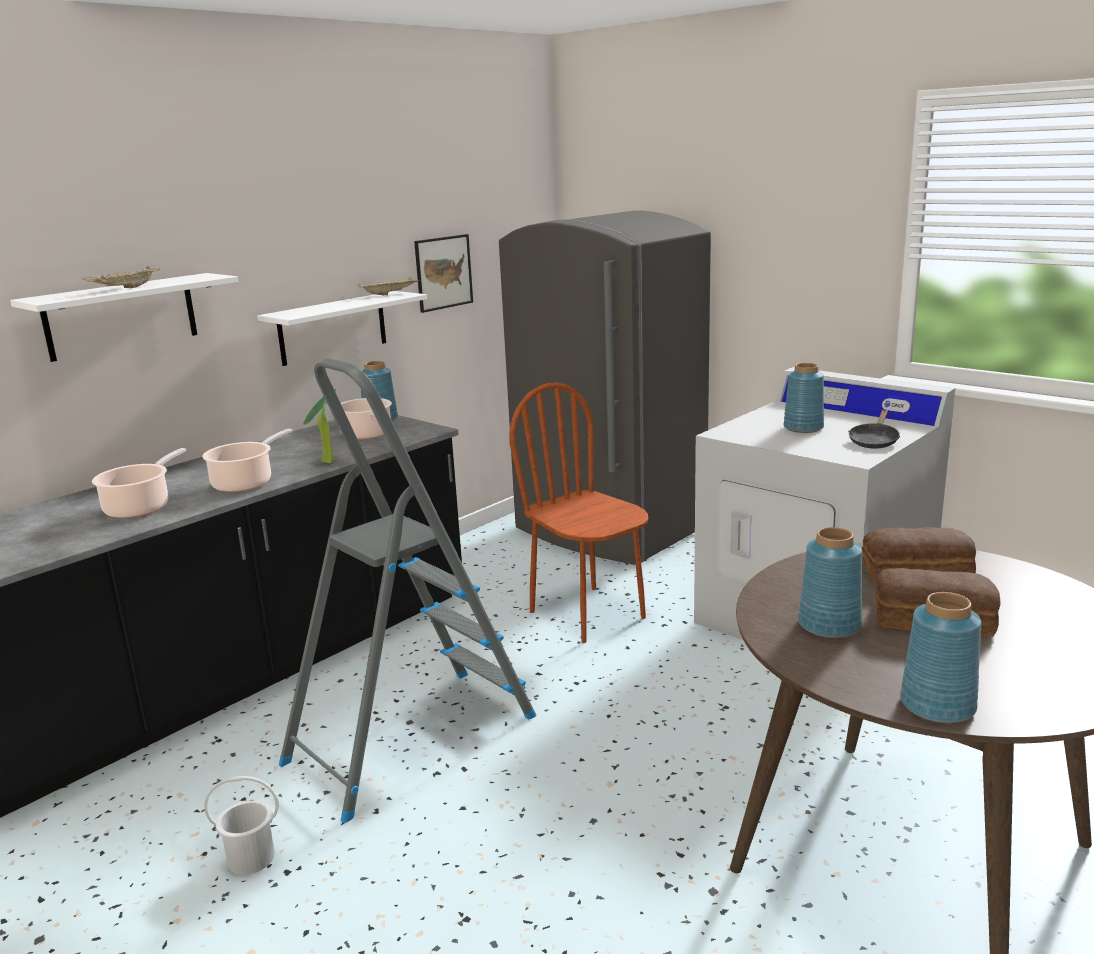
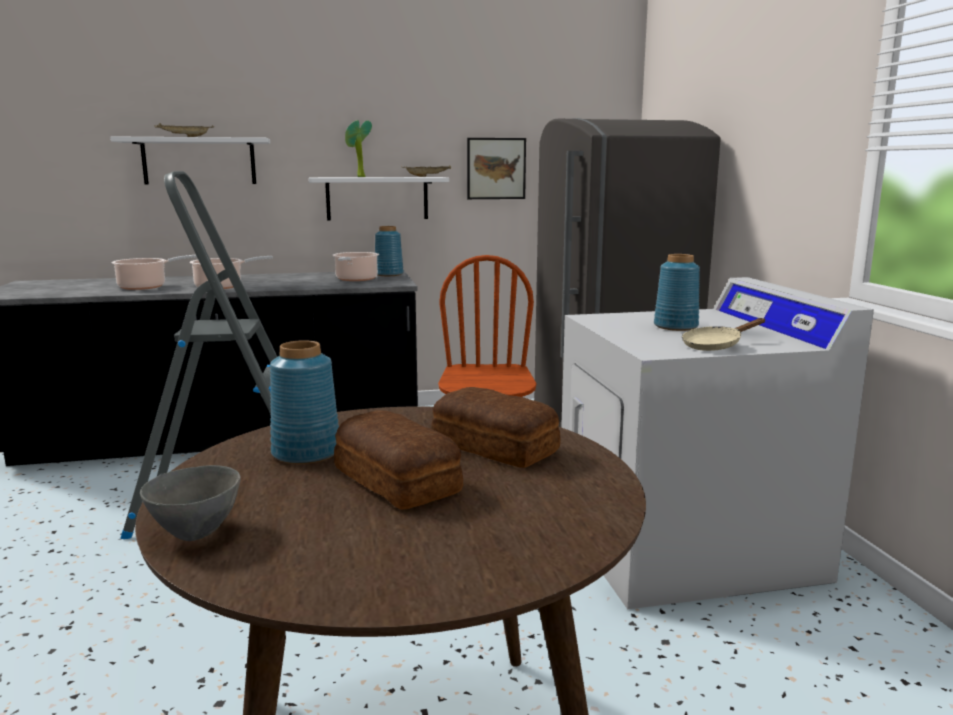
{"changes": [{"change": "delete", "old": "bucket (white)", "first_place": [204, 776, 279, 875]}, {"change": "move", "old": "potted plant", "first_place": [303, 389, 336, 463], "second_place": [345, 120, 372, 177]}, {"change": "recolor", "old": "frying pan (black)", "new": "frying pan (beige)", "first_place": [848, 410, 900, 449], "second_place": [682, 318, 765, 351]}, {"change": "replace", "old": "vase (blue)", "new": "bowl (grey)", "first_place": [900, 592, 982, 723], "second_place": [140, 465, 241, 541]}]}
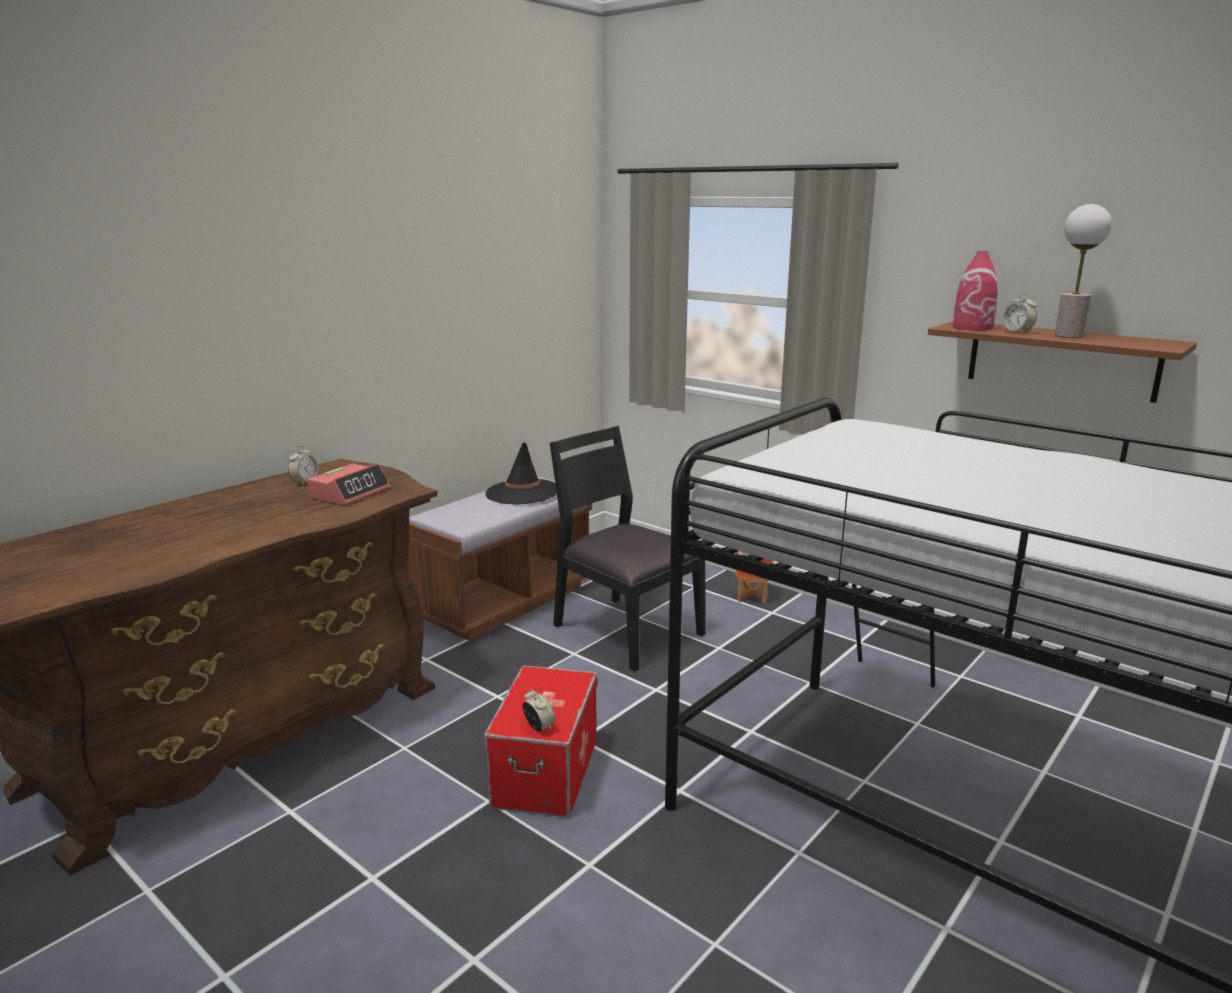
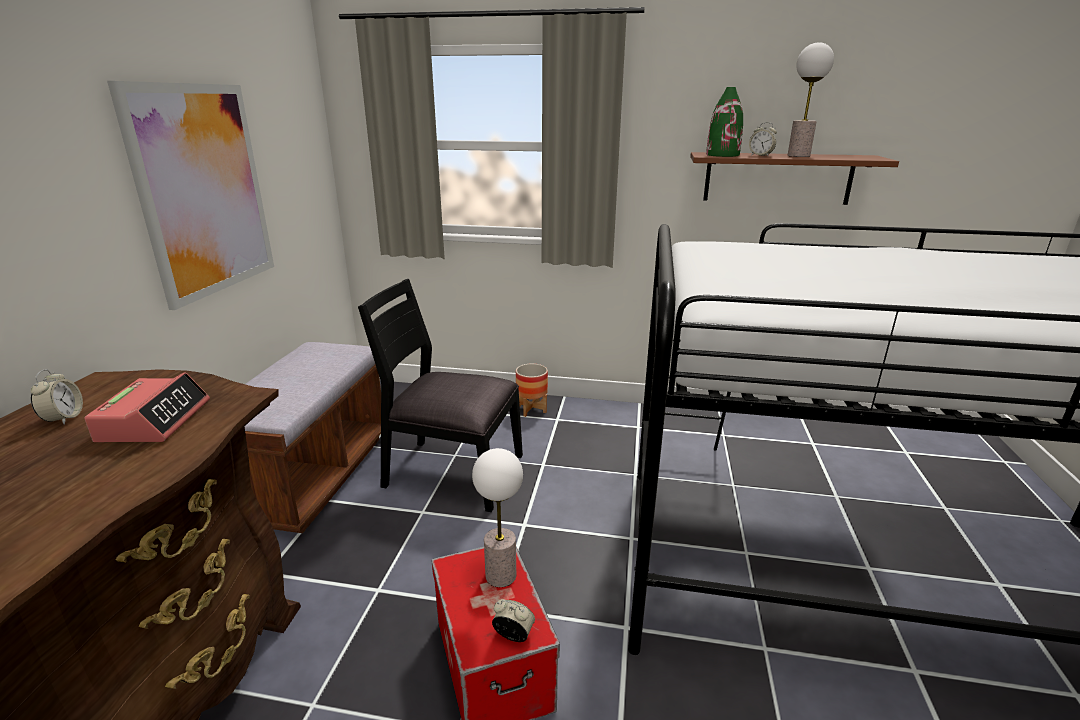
{"changes": [{"change": "delete", "old": "hat (black)", "first_place": [485, 442, 557, 505]}, {"change": "recolor", "old": "vase (red)", "new": "vase (green)", "first_place": [953, 251, 998, 331], "second_place": [706, 87, 743, 157]}, {"change": "insert", "new": "picture", "second_place": [107, 81, 274, 310]}, {"change": "insert", "new": "table lamp", "second_place": [472, 448, 523, 587]}]}
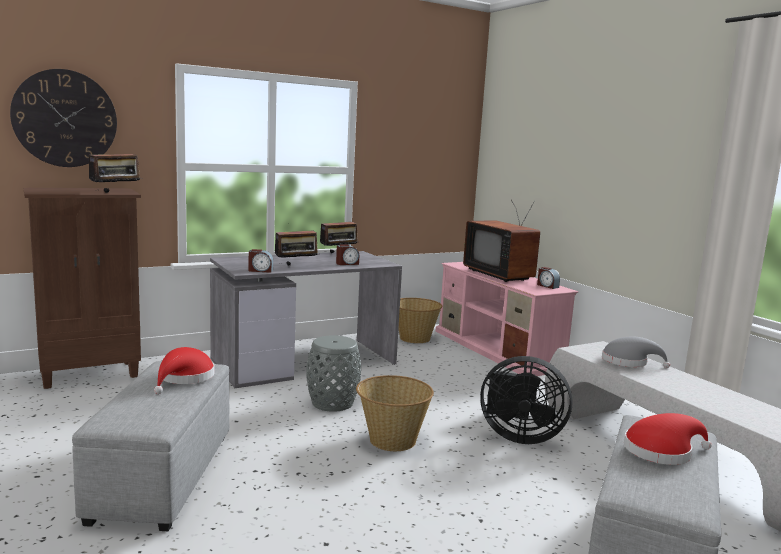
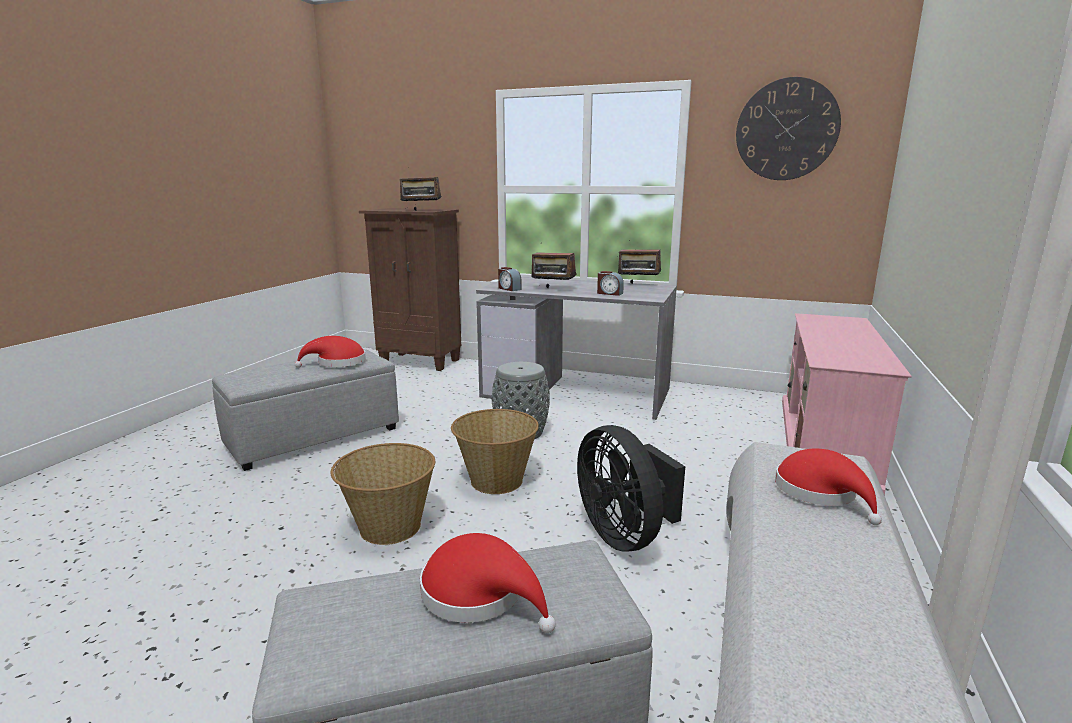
{"changes": [{"change": "move", "old": "wall clock", "first_place": [10, 69, 117, 167], "second_place": [736, 77, 841, 180]}, {"change": "move", "old": "basket", "first_place": [398, 298, 442, 343], "second_place": [330, 443, 435, 545]}, {"change": "delete", "old": "television", "first_place": [463, 200, 540, 282]}, {"change": "delete", "old": "alarm clock", "first_place": [537, 267, 560, 289]}, {"change": "recolor", "old": "hat (grey)", "new": "hat (red)", "first_place": [602, 336, 670, 368], "second_place": [775, 448, 882, 525]}]}
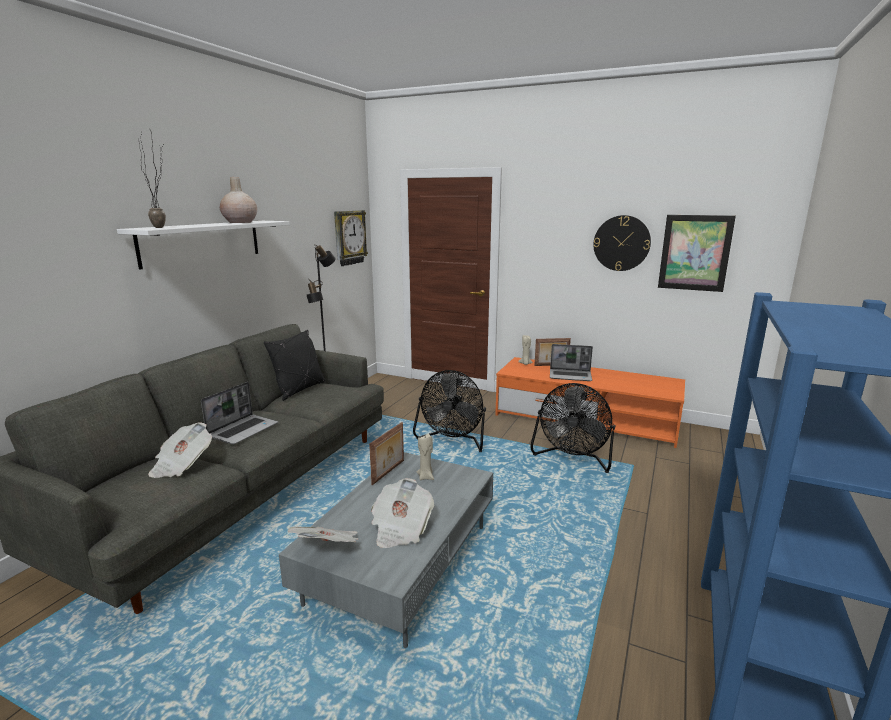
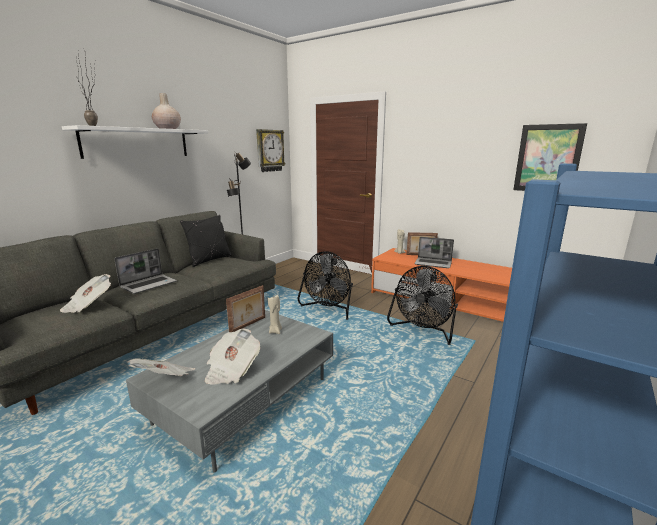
{"changes": [{"change": "delete", "old": "wall clock", "first_place": [593, 215, 651, 271]}]}
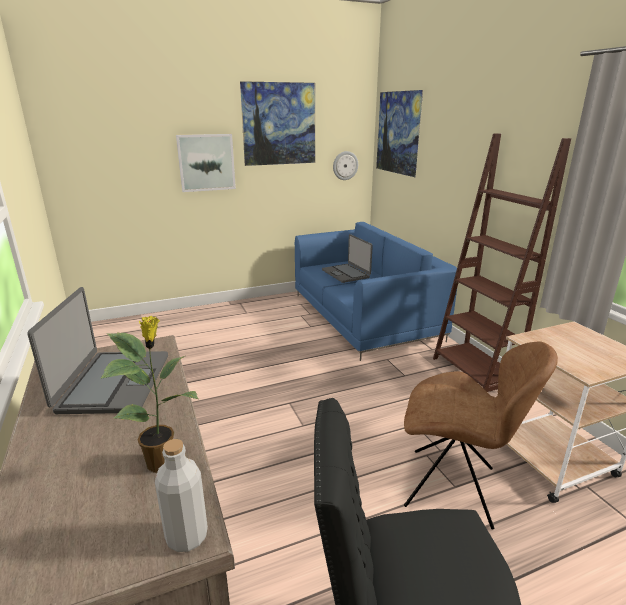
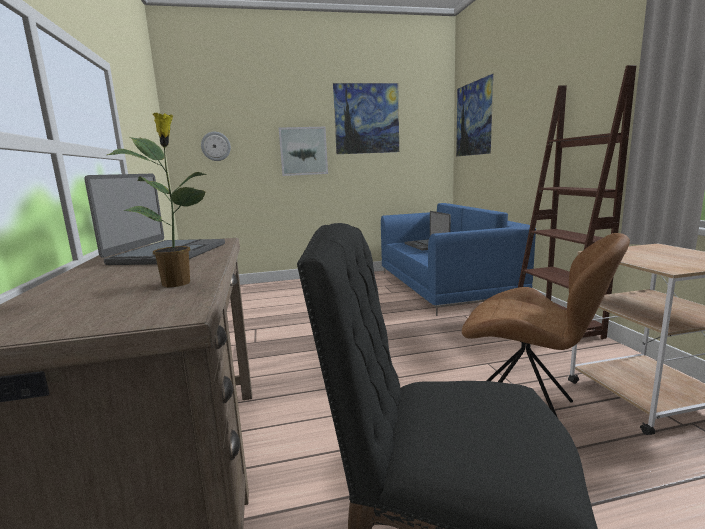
{"changes": [{"change": "delete", "old": "bottle (grey)", "first_place": [155, 439, 208, 552]}, {"change": "move", "old": "wall clock", "first_place": [333, 151, 358, 180], "second_place": [201, 132, 231, 161]}]}
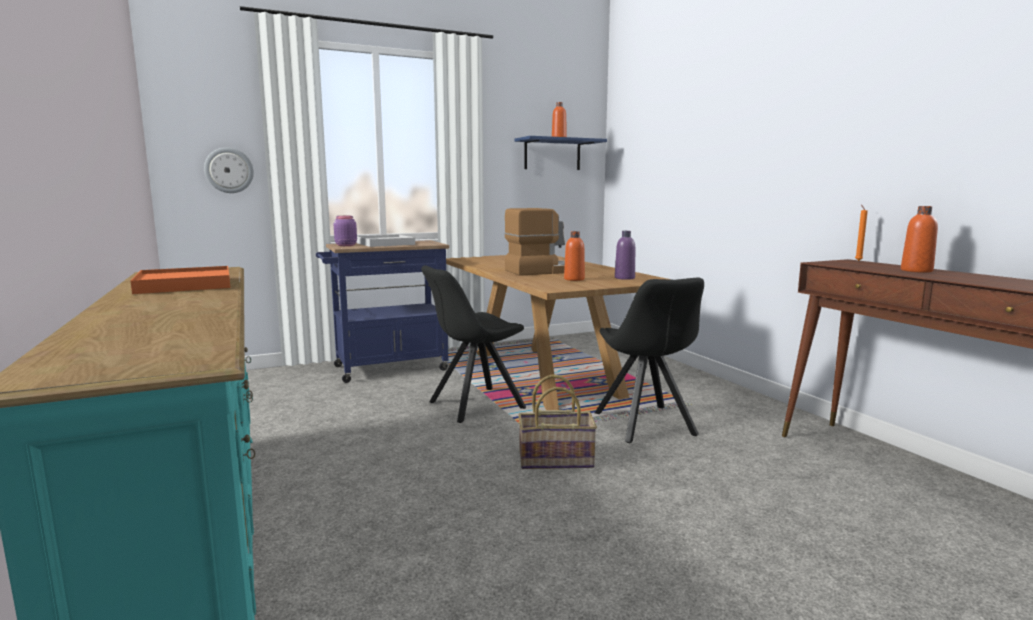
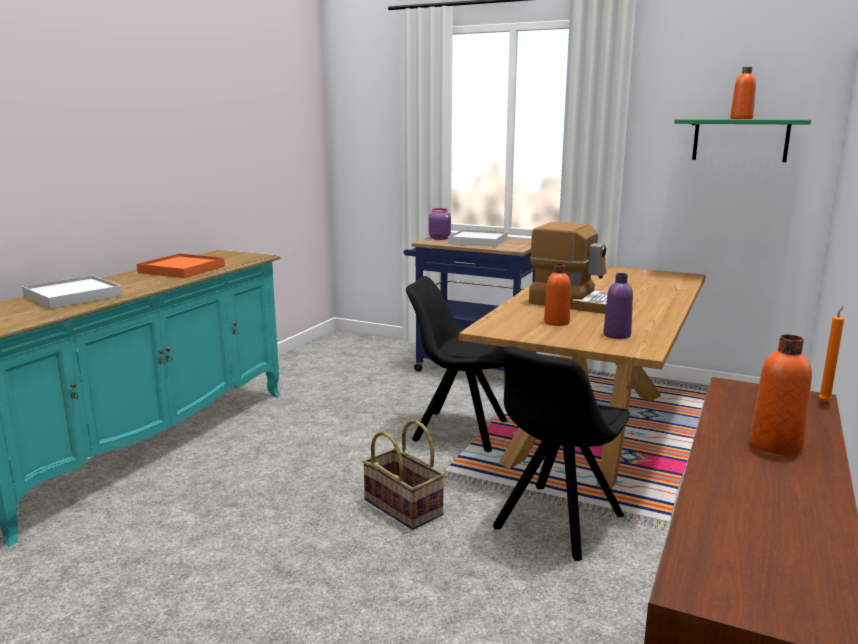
{"changes": [{"change": "delete", "old": "wall clock", "first_place": [204, 147, 254, 193]}, {"change": "recolor", "old": "shelf (blue)", "new": "shelf (green)", "first_place": [515, 136, 607, 170], "second_place": [674, 119, 811, 162]}, {"change": "insert", "new": "tray (white)", "second_place": [22, 275, 122, 309]}]}
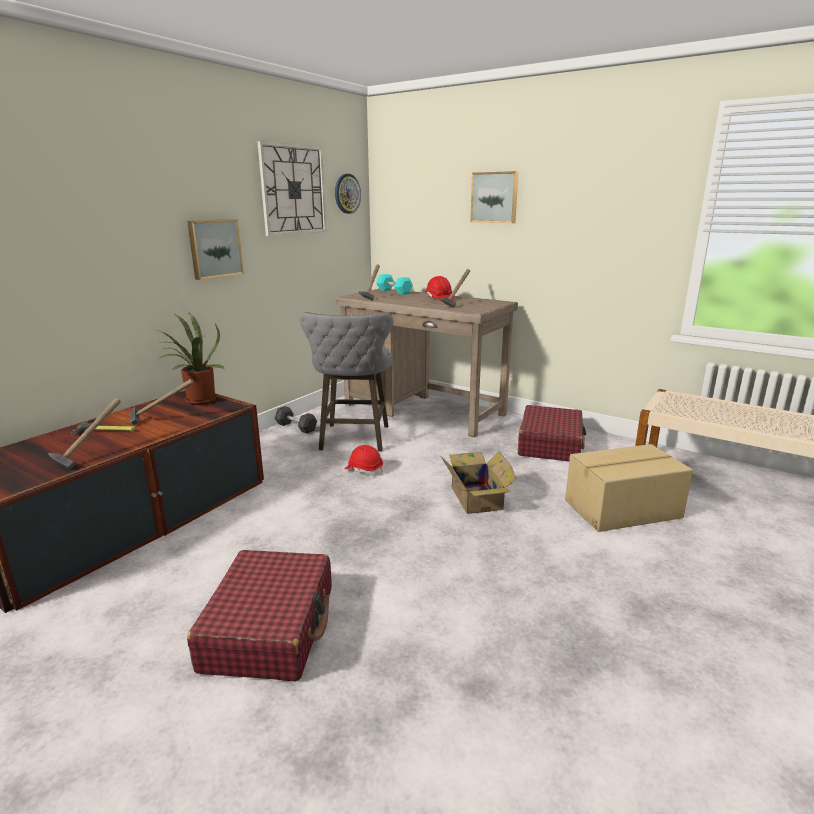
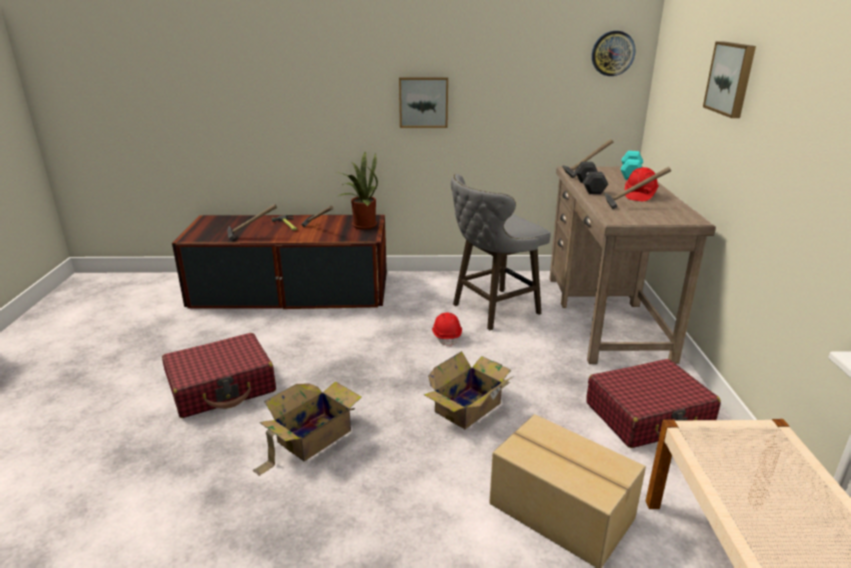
{"changes": [{"change": "delete", "old": "wall clock", "first_place": [257, 141, 326, 236]}, {"change": "move", "old": "dumbbell (grey)", "first_place": [275, 406, 317, 434], "second_place": [575, 162, 608, 194]}, {"change": "insert", "new": "cardboard box", "second_place": [253, 381, 362, 476]}]}
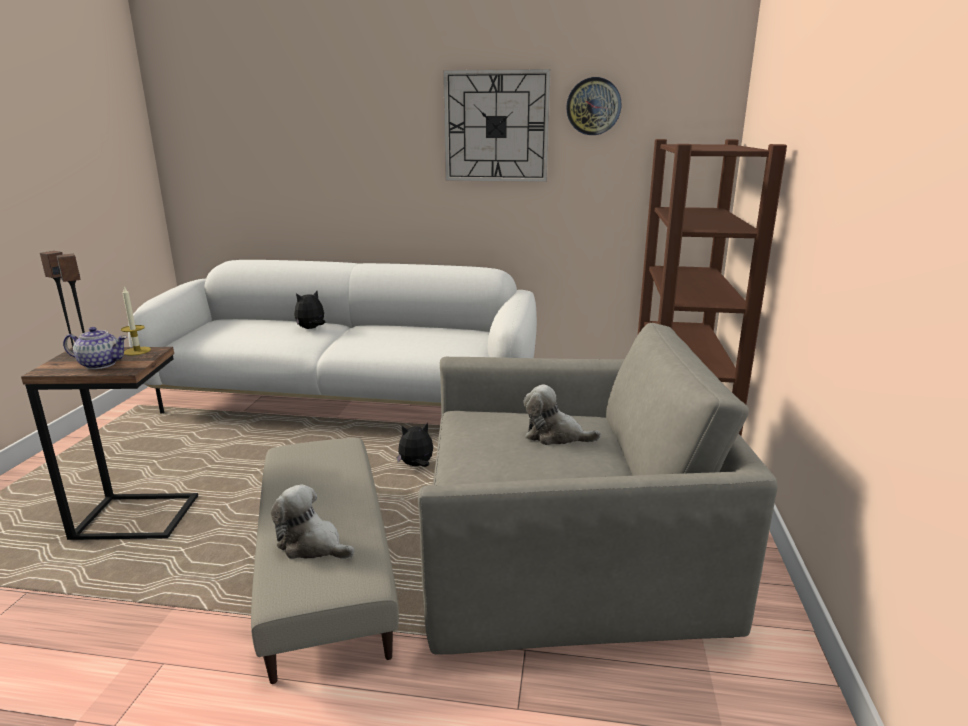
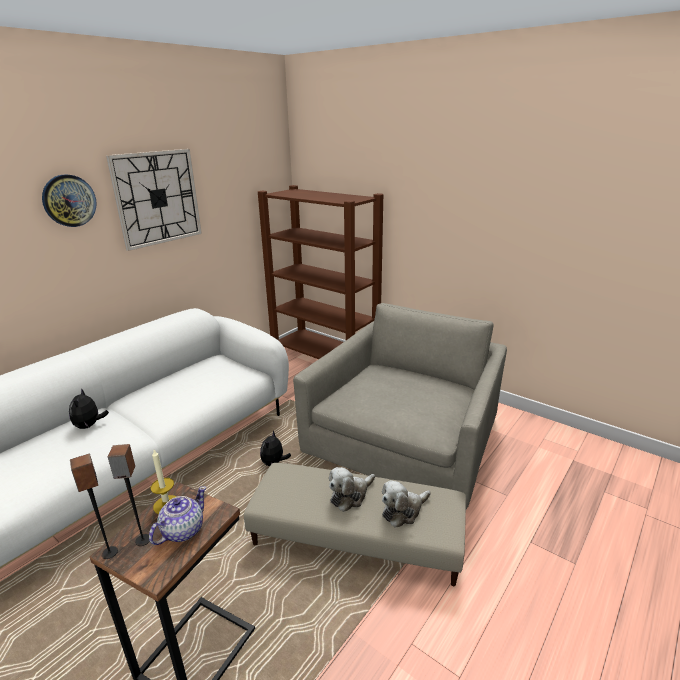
{"changes": [{"change": "move", "old": "plush toy", "first_place": [524, 384, 601, 445], "second_place": [329, 467, 375, 512]}, {"change": "move", "old": "wall clock", "first_place": [566, 77, 621, 135], "second_place": [42, 174, 97, 227]}]}
